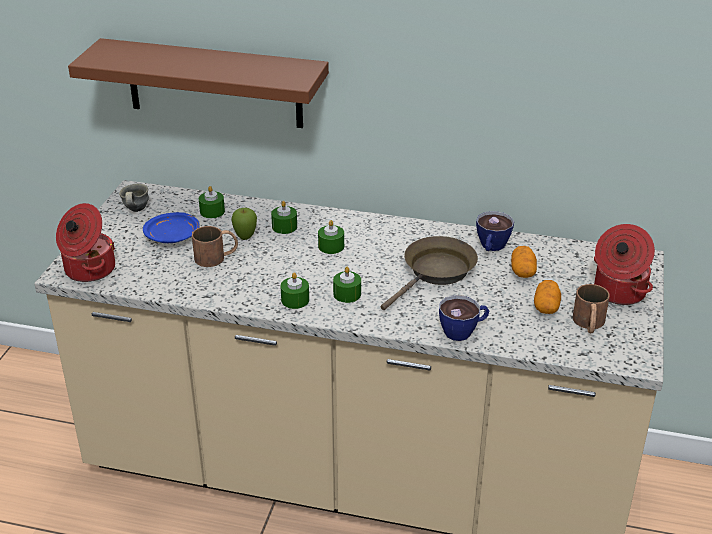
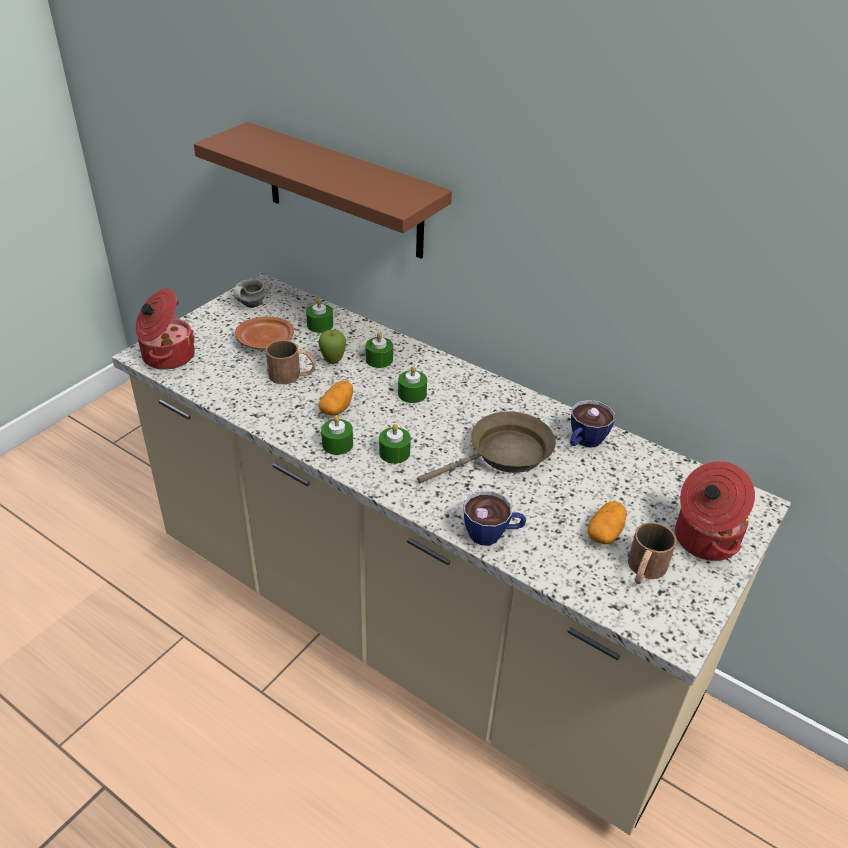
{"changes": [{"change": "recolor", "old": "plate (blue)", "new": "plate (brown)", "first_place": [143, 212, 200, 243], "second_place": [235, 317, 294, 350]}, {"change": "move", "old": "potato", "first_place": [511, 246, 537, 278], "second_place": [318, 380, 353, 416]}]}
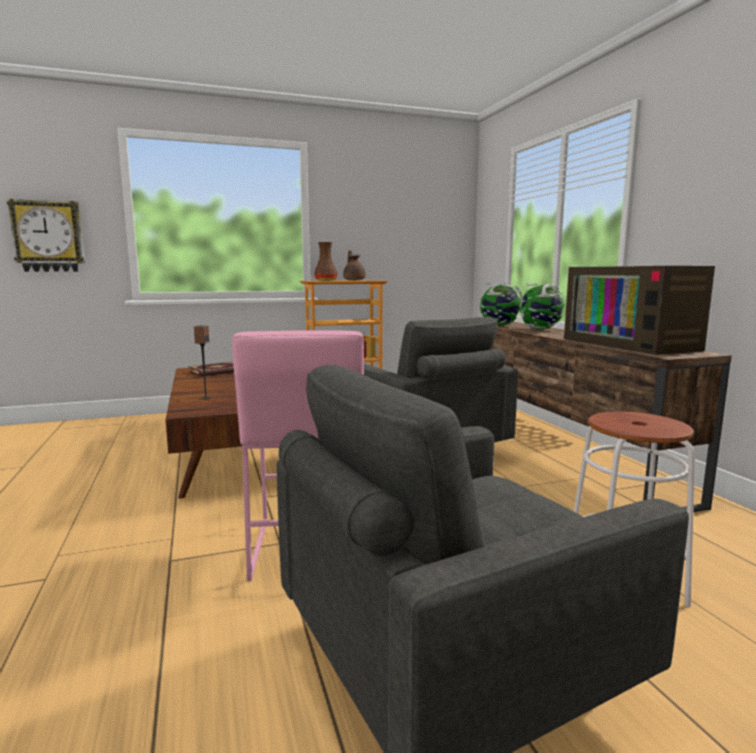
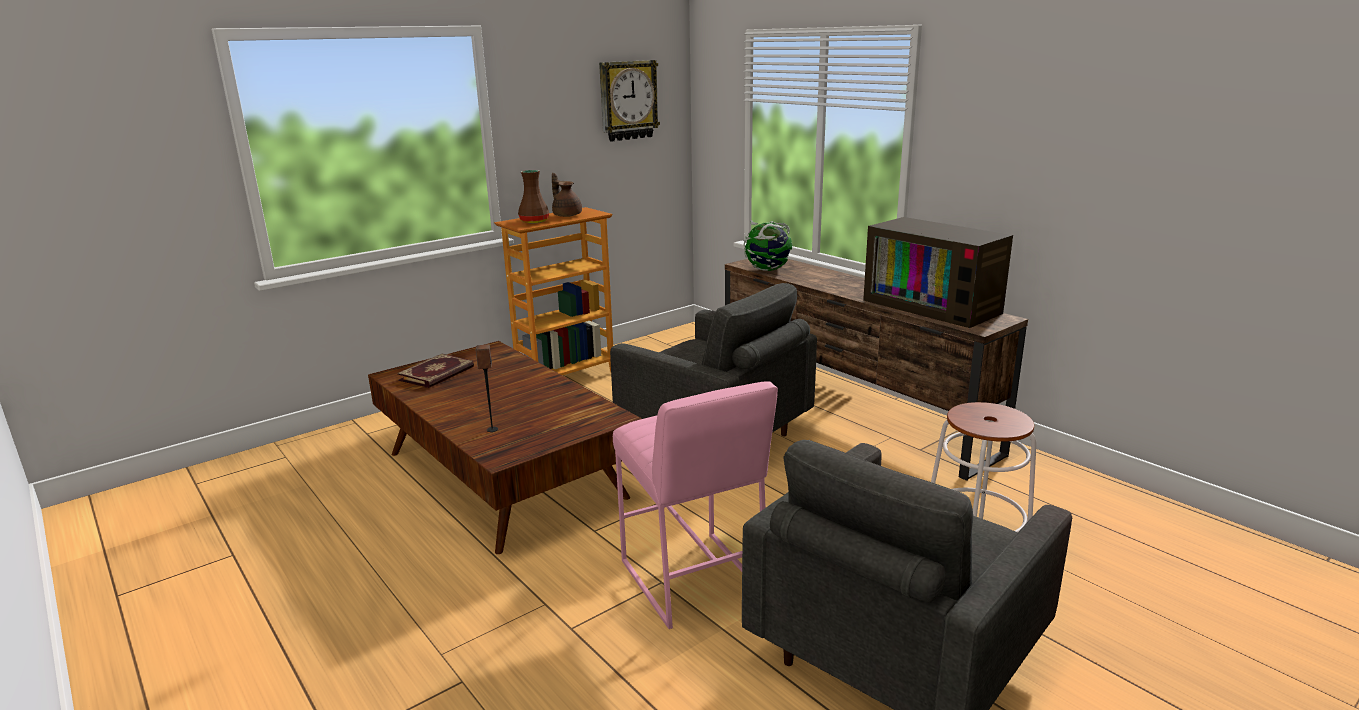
{"changes": [{"change": "move", "old": "wall clock", "first_place": [7, 199, 85, 272], "second_place": [599, 60, 660, 142]}, {"change": "delete", "old": "globe", "first_place": [519, 283, 564, 330]}]}
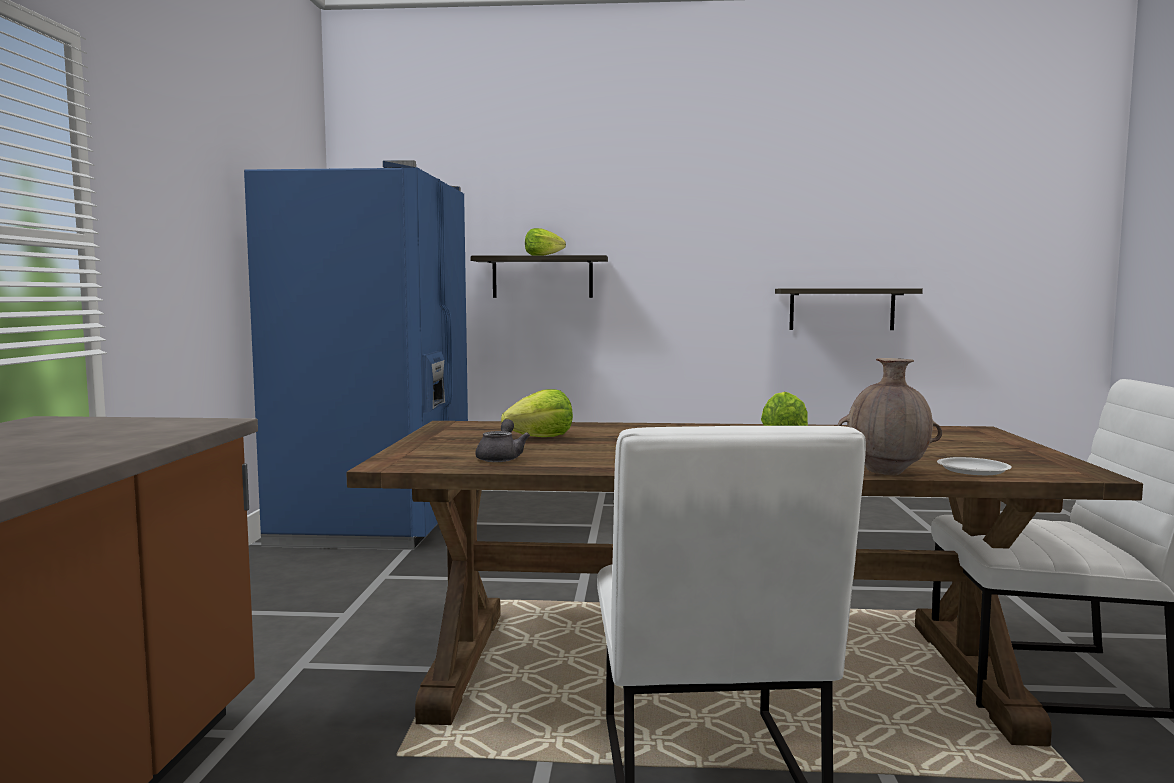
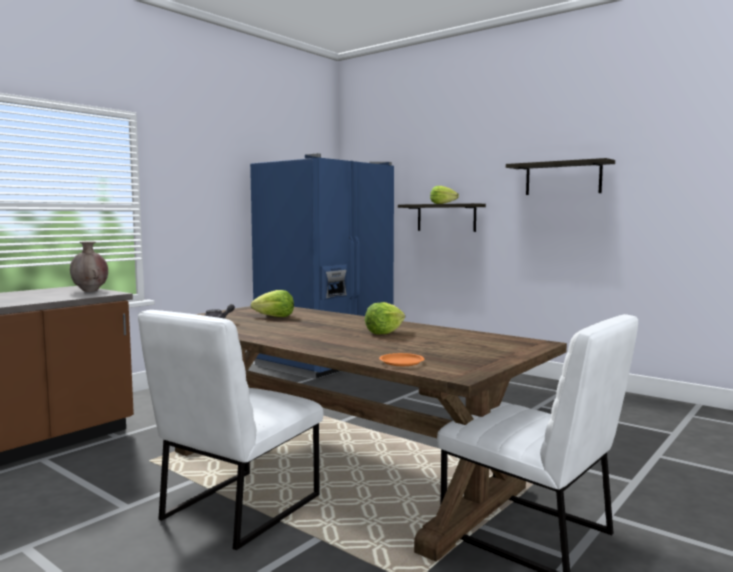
{"changes": [{"change": "move", "old": "shelf", "first_place": [775, 288, 923, 330], "second_place": [506, 158, 615, 195]}, {"change": "move", "old": "vase (brown)", "first_place": [837, 358, 942, 475], "second_place": [70, 241, 108, 292]}, {"change": "recolor", "old": "plate (white)", "new": "plate (orange)", "first_place": [937, 457, 1012, 475], "second_place": [379, 353, 424, 366]}]}
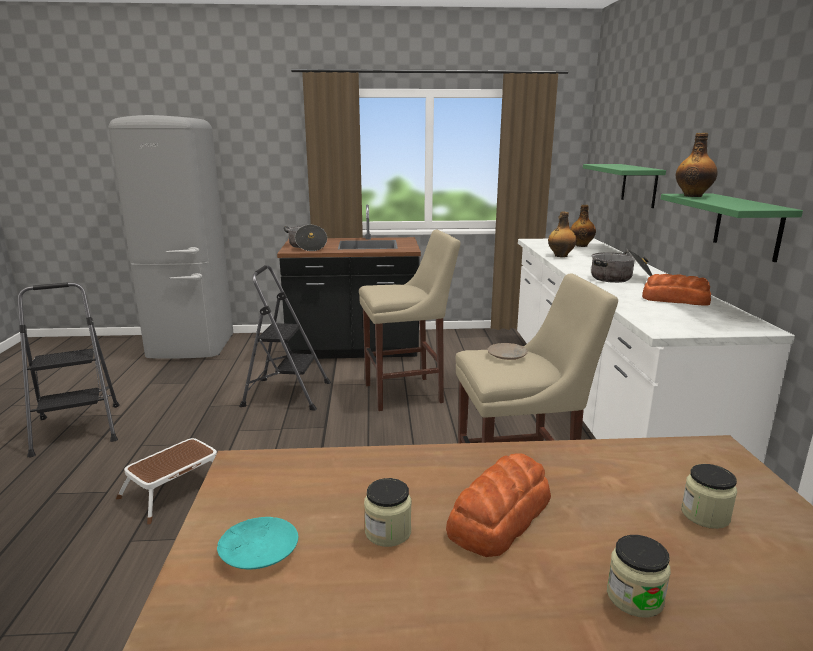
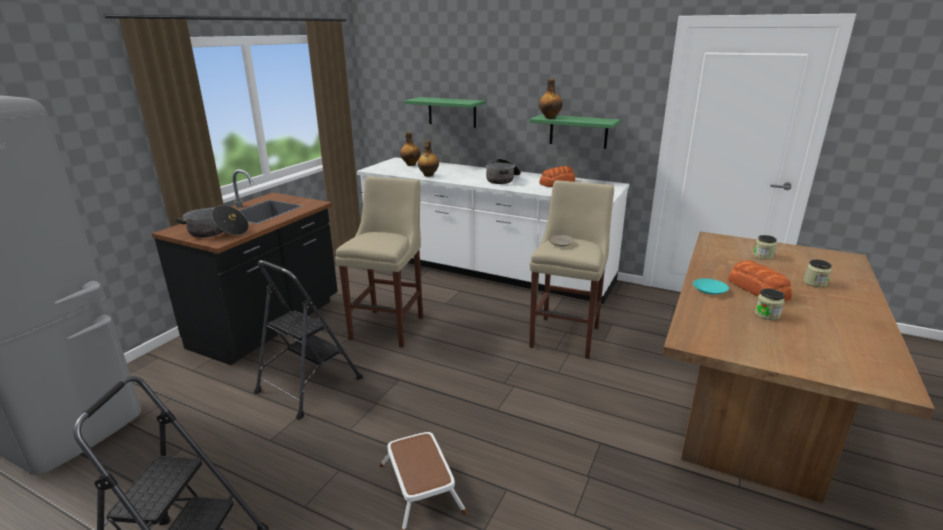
{"changes": [{"change": "move", "old": "plate (turquoise)", "first_place": [217, 517, 298, 569], "second_place": [693, 278, 729, 294]}]}
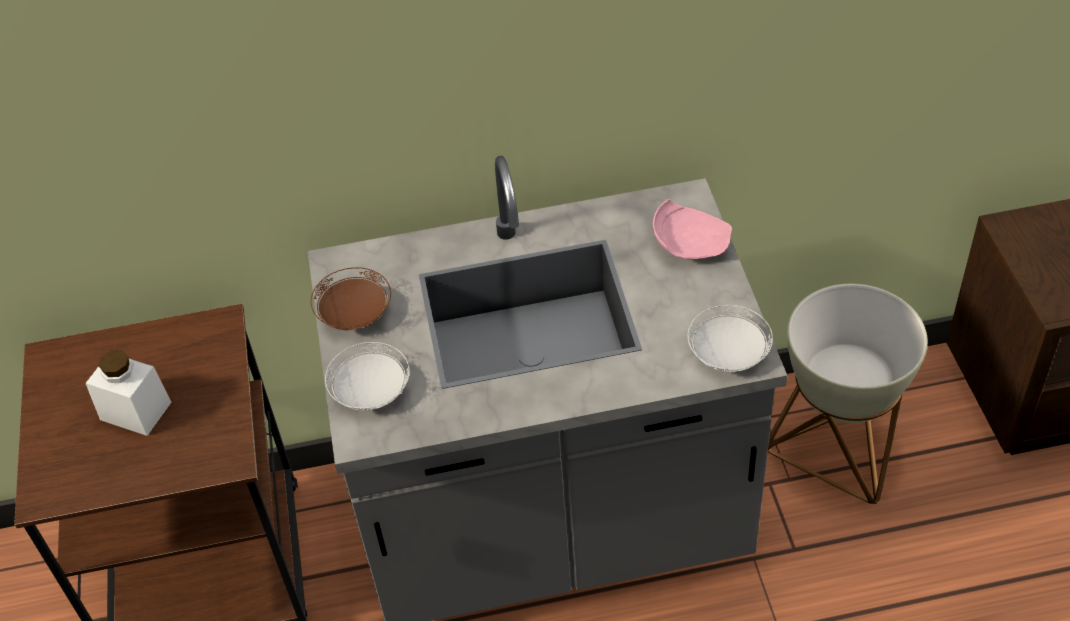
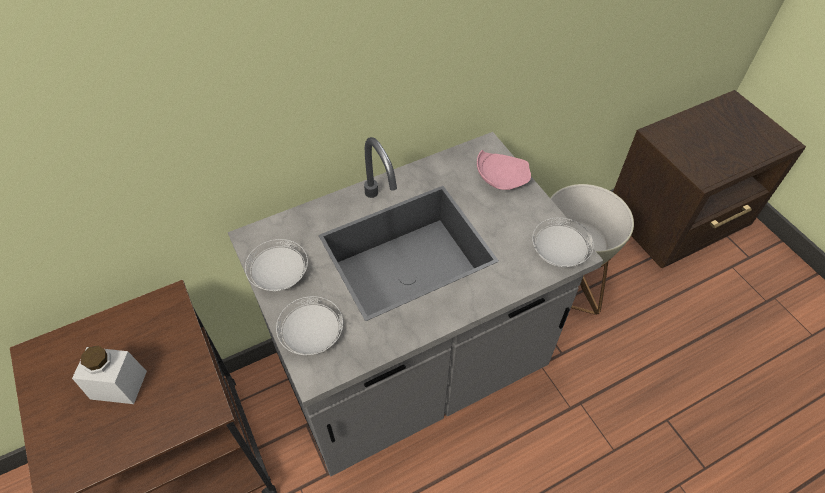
{"changes": [{"change": "recolor", "old": "plate (brown)", "new": "plate (white)", "first_place": [311, 267, 391, 330], "second_place": [245, 239, 308, 291]}]}
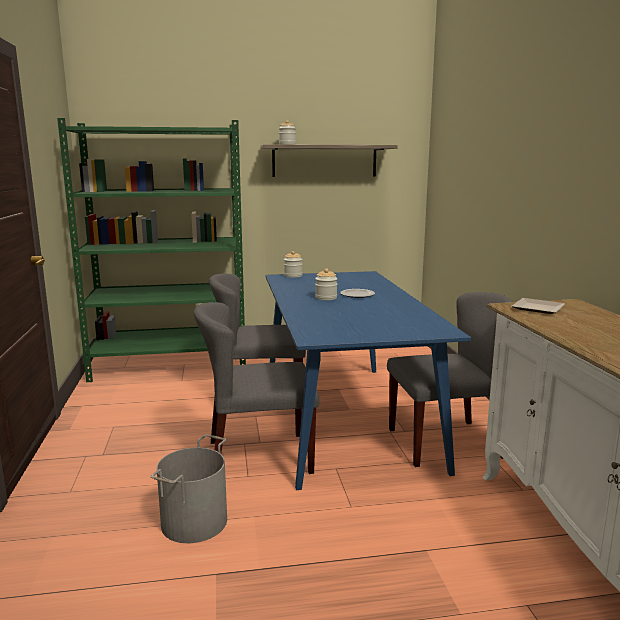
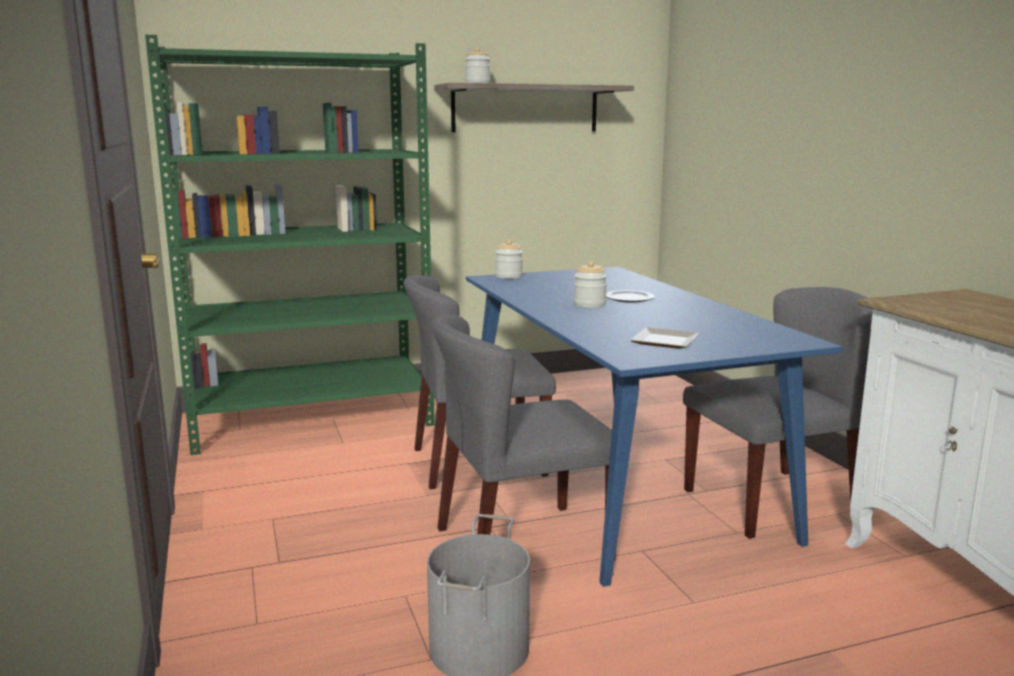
{"changes": [{"change": "move", "old": "plate", "first_place": [511, 298, 565, 314], "second_place": [630, 327, 699, 349]}]}
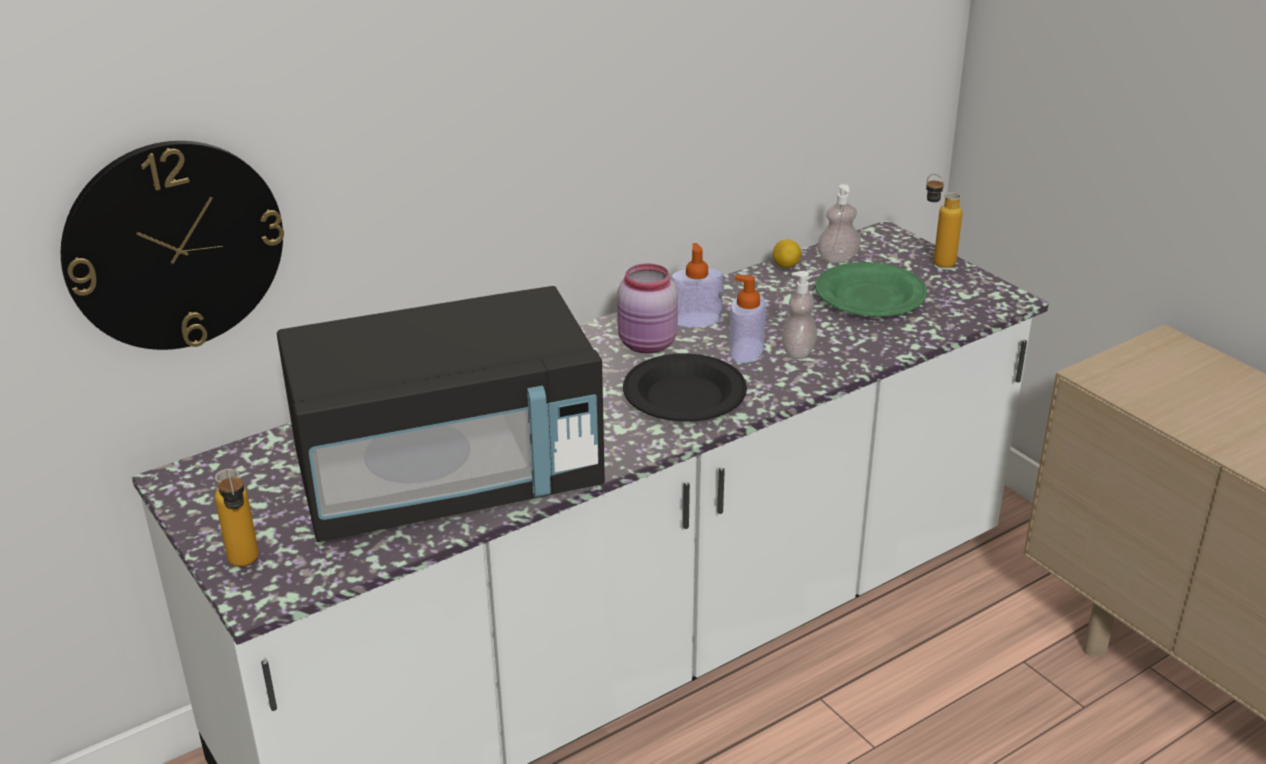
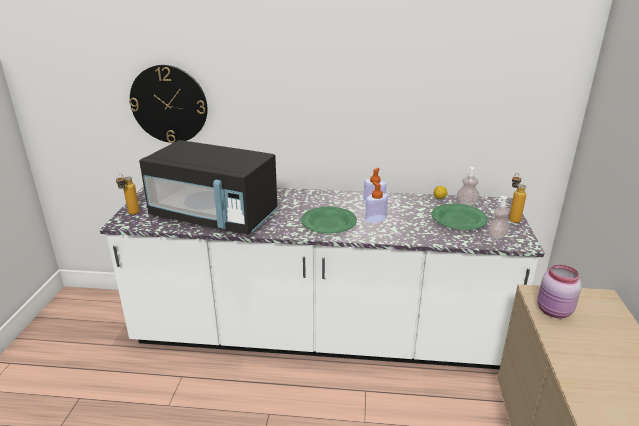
{"changes": [{"change": "move", "old": "jar (pink)", "first_place": [617, 263, 678, 353], "second_place": [537, 264, 582, 318]}, {"change": "recolor", "old": "plate (black)", "new": "plate (green)", "first_place": [623, 353, 747, 422], "second_place": [301, 207, 357, 233]}, {"change": "move", "old": "soap dispenser", "first_place": [782, 271, 817, 359], "second_place": [488, 196, 509, 240]}]}
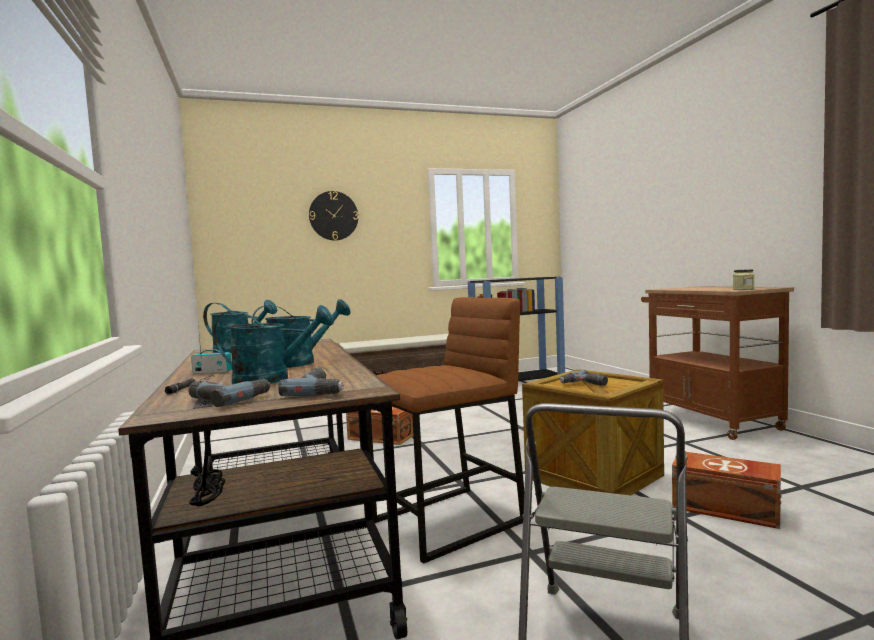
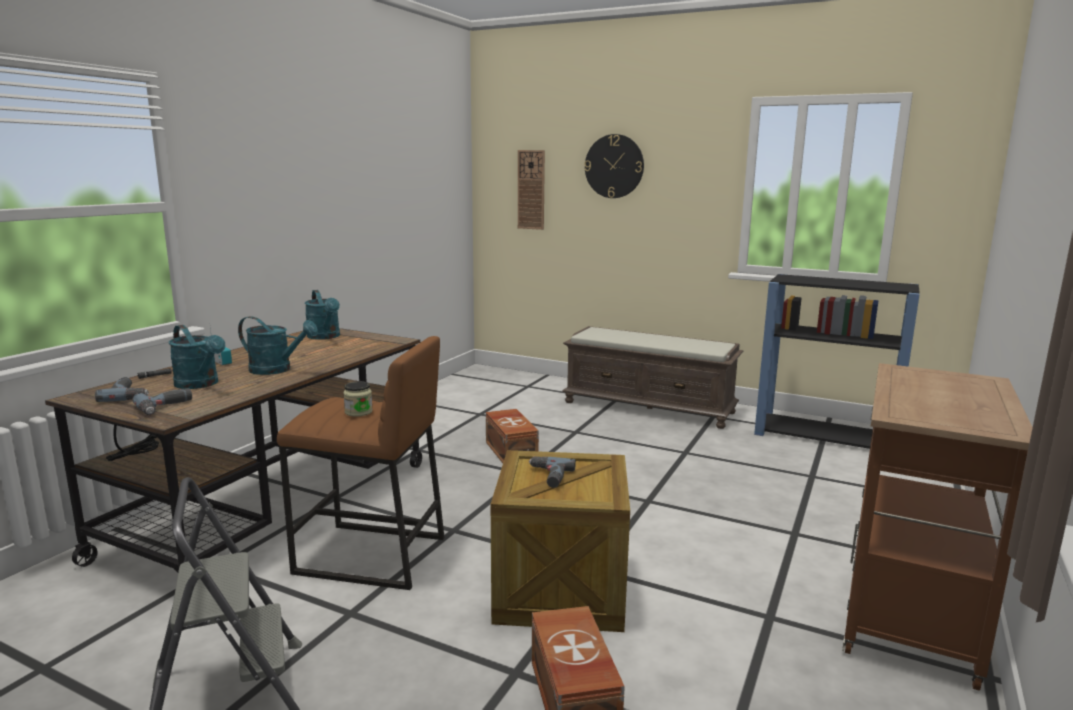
{"changes": [{"change": "move", "old": "jar", "first_place": [733, 269, 754, 290], "second_place": [343, 381, 373, 417]}, {"change": "insert", "new": "wall clock", "second_place": [518, 150, 545, 230]}]}
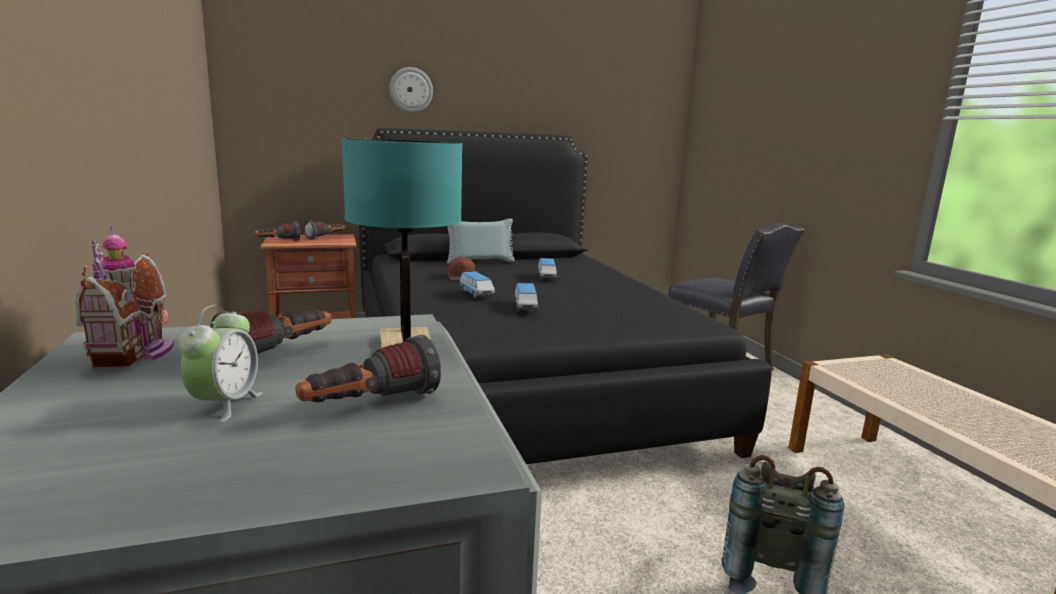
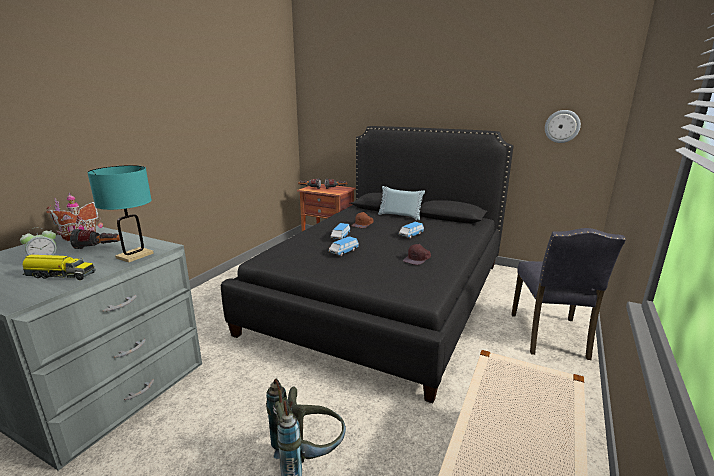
{"changes": [{"change": "replace", "old": "flashlight", "new": "toy truck", "first_place": [295, 335, 441, 402], "second_place": [23, 255, 95, 280]}, {"change": "move", "old": "wall clock", "first_place": [390, 67, 433, 113], "second_place": [545, 110, 581, 143]}, {"change": "insert", "new": "cap (brown)", "second_place": [403, 244, 431, 265]}]}
